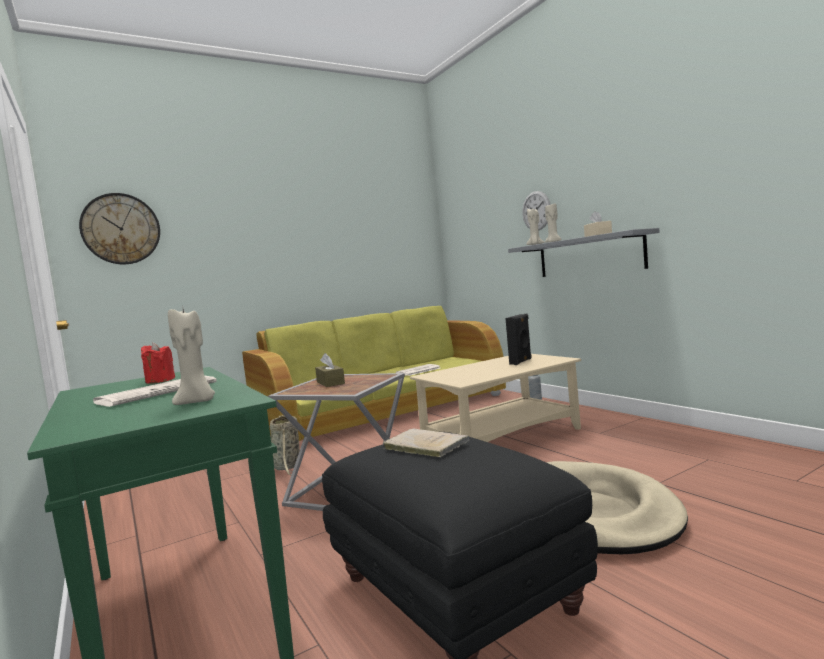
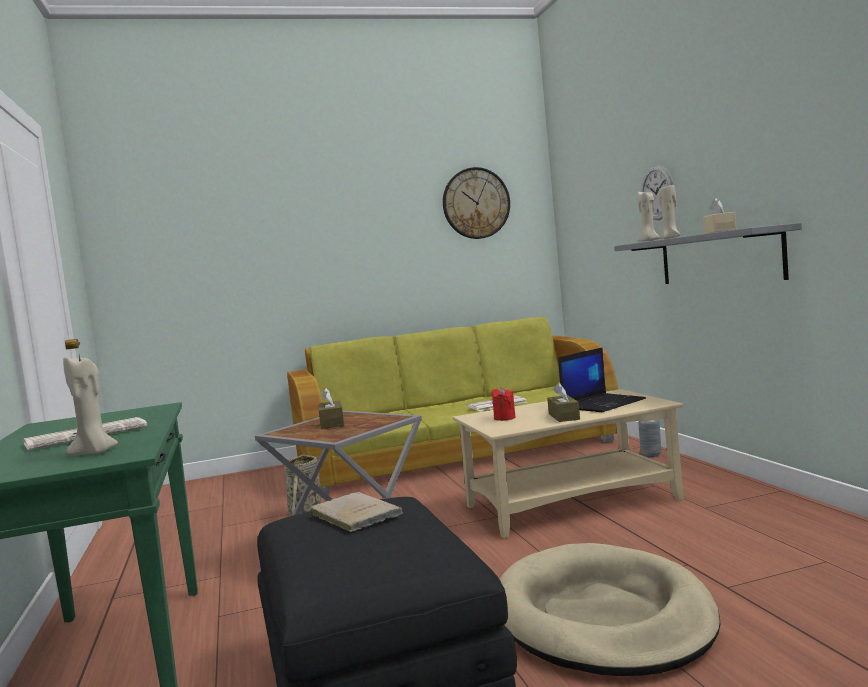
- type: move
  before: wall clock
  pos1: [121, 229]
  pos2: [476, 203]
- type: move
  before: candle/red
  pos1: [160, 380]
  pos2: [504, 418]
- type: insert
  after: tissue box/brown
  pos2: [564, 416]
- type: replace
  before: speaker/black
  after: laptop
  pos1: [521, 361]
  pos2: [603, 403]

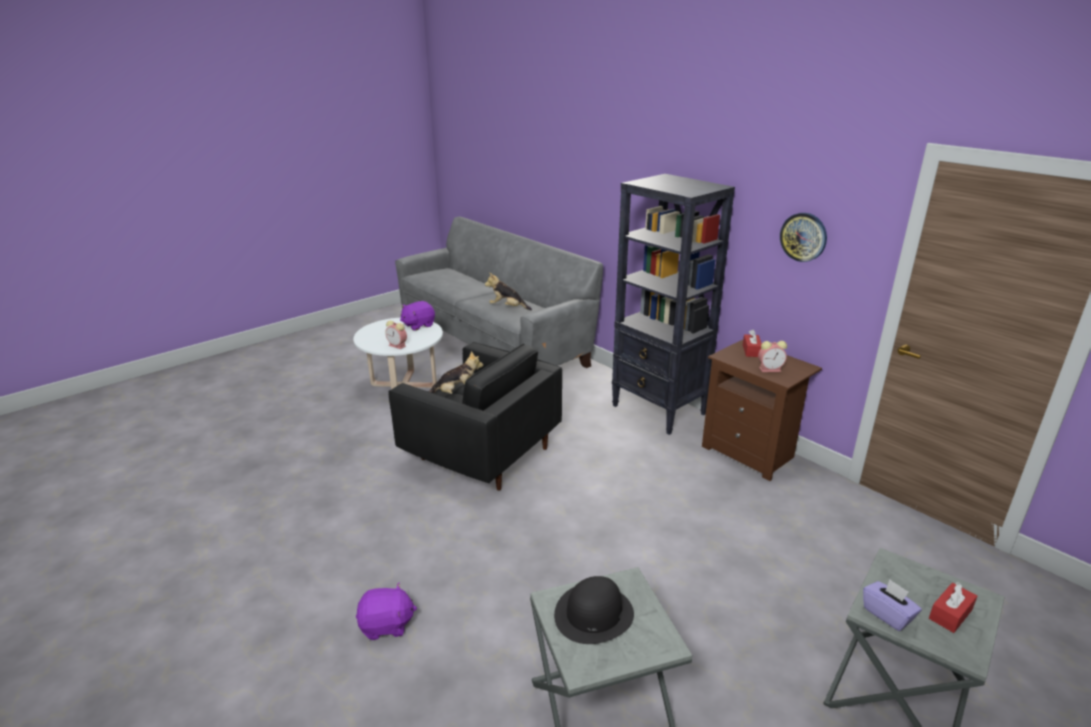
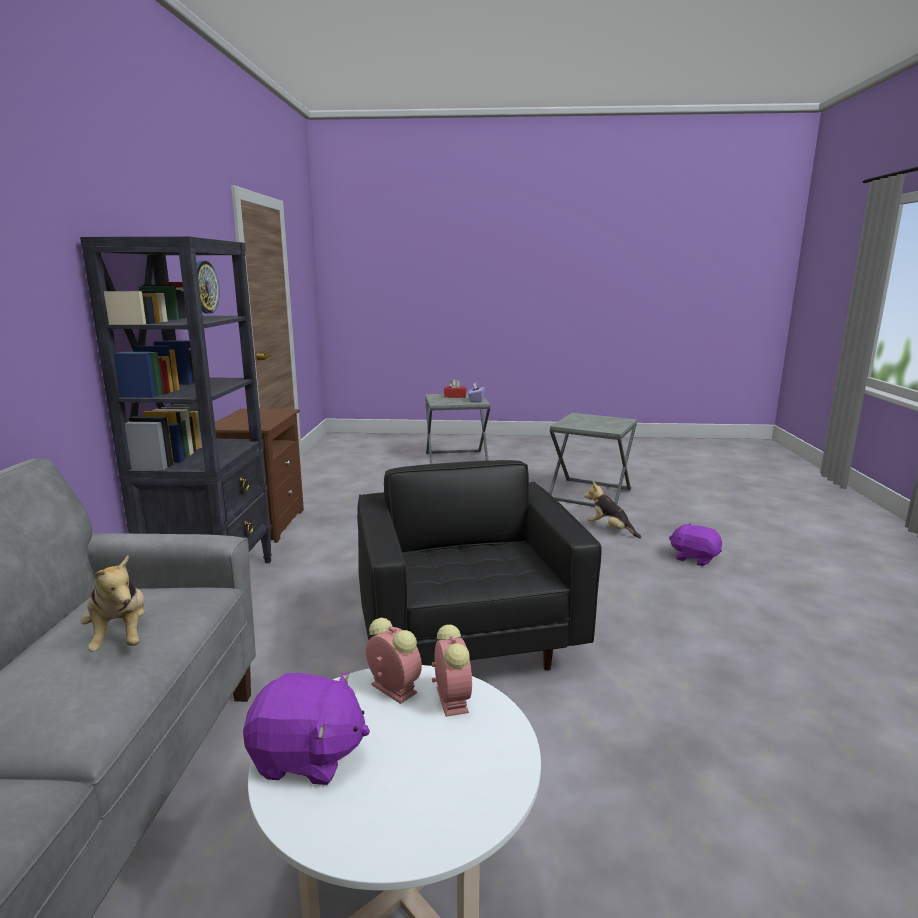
- type: move
  before: alarm clock
  pos1: [770, 369]
  pos2: [392, 688]
- type: move
  before: plush toy
  pos1: [457, 394]
  pos2: [610, 530]
- type: delete
  before: hat/black
  pos1: [594, 614]
- type: delete
  before: tissue box/red
  pos1: [751, 351]

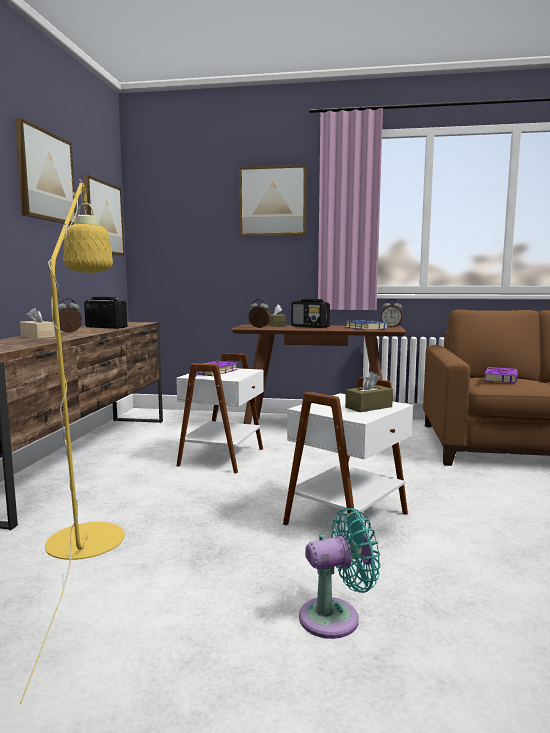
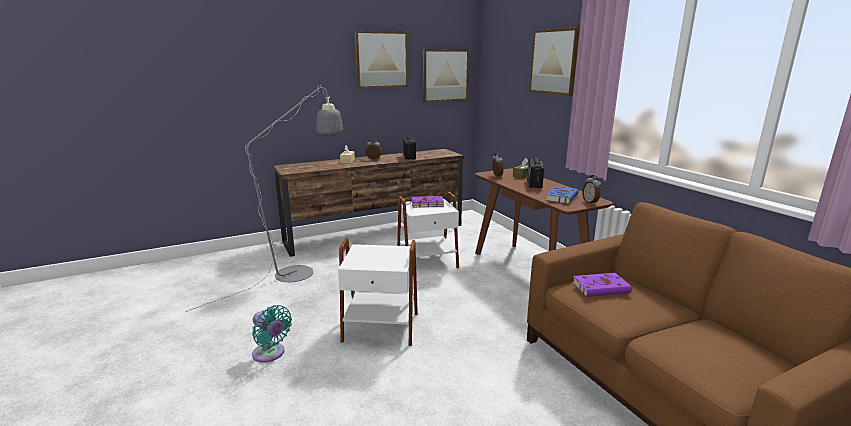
- type: recolor
  before: floor lamp/yellow
  after: floor lamp/grey
  pos1: [88, 530]
  pos2: [303, 270]
- type: delete
  before: tissue box/brown
  pos1: [368, 407]

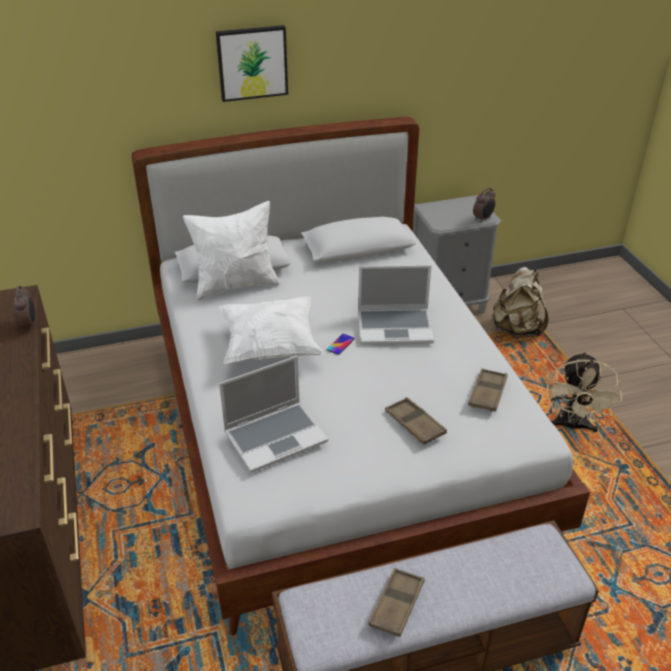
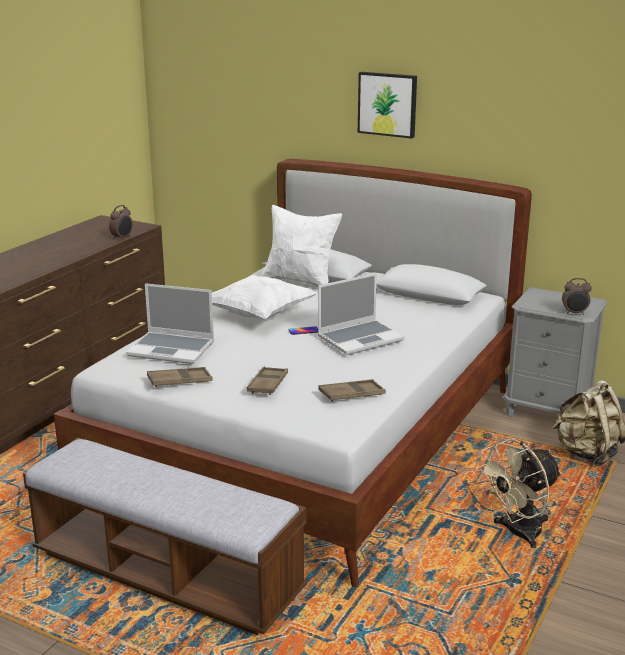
- type: move
  before: tray/brown
  pos1: [396, 605]
  pos2: [179, 381]
- type: rotate
  before: laptop
  pos1: [395, 327]
  pos2: [360, 338]
  turn: -75

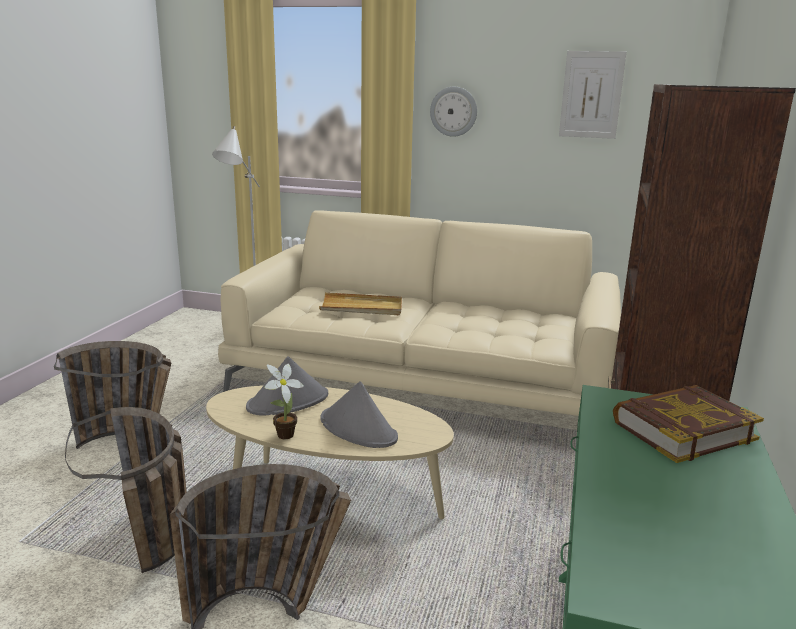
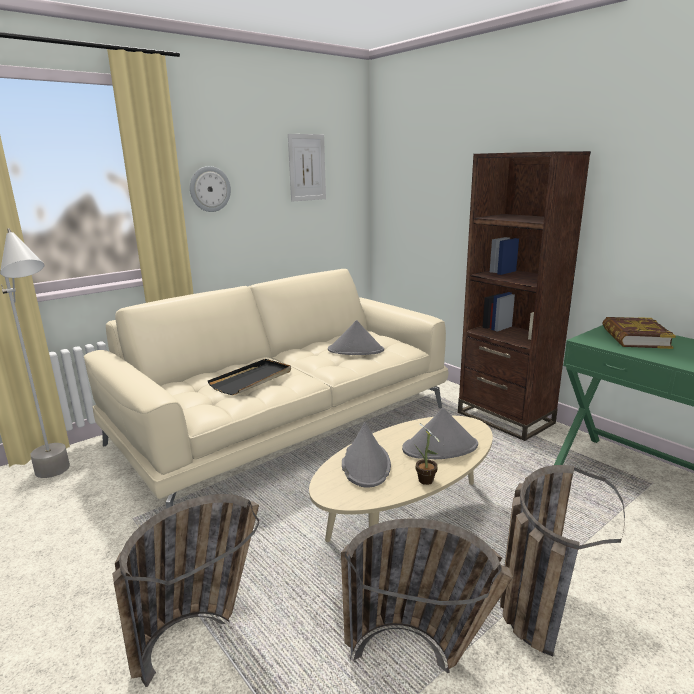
- type: recolor
  before: tray/beige
  after: tray/black
  pos1: [362, 307]
  pos2: [252, 379]
- type: insert
  after: hat/grey
  pos2: [356, 350]

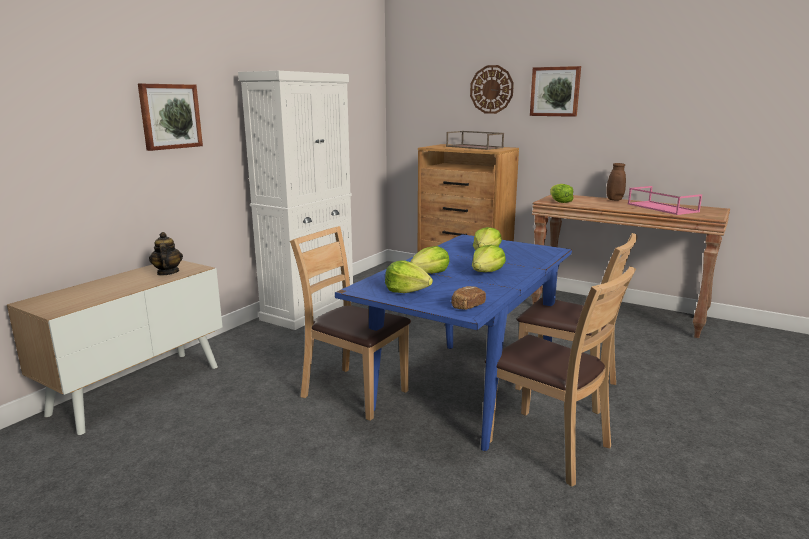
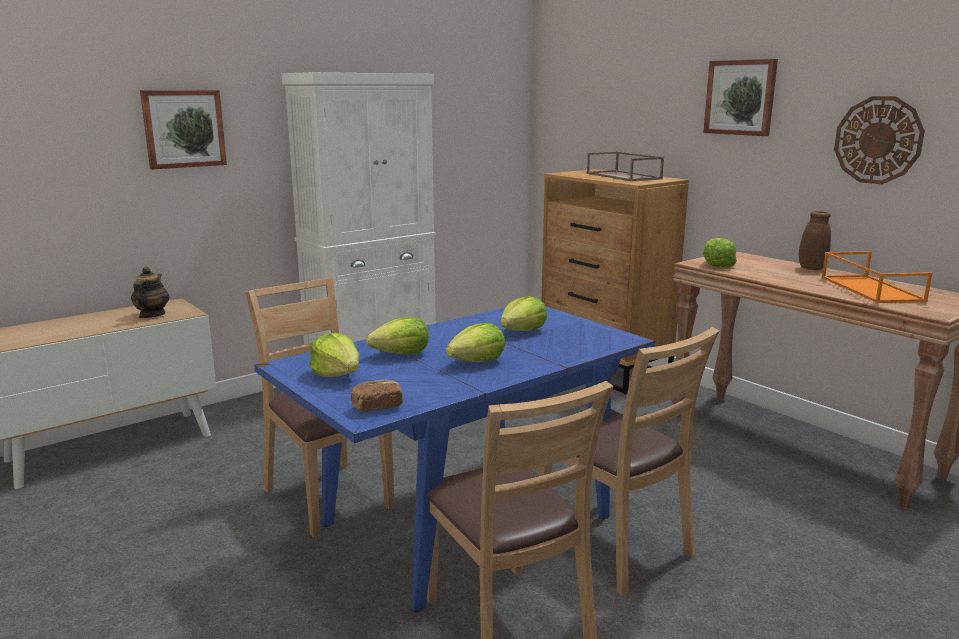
- type: recolor
  before: tray/pink
  after: tray/orange
  pos1: [661, 208]
  pos2: [869, 288]
- type: move
  before: wall clock
  pos1: [491, 89]
  pos2: [878, 140]

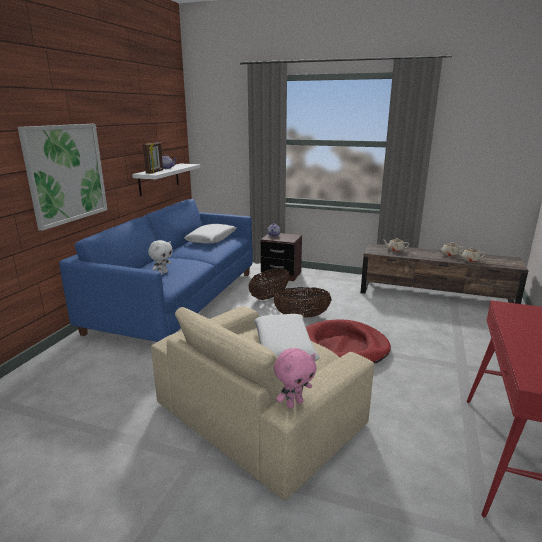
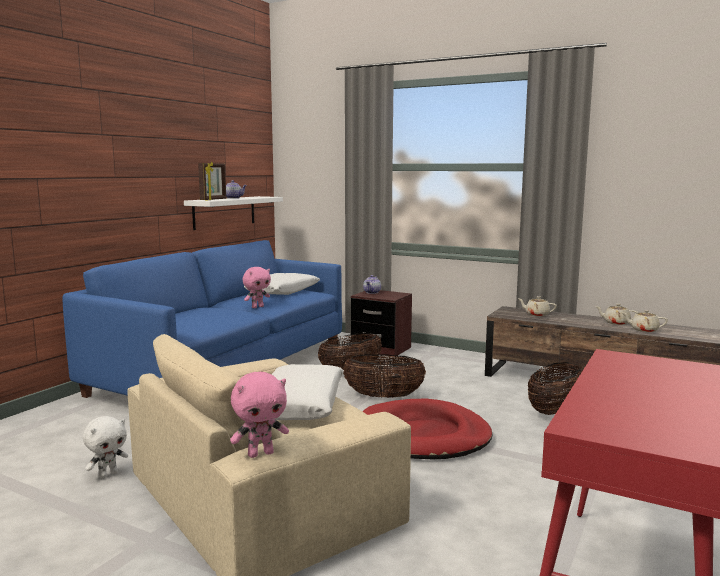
- type: move
  before: plush toy/white
  pos1: [162, 273]
  pos2: [108, 474]
- type: insert
  after: plush toy/pink
  pos2: [257, 307]
- type: insert
  after: basket
  pos2: [554, 410]
- type: delete
  before: picture
  pos1: [66, 173]

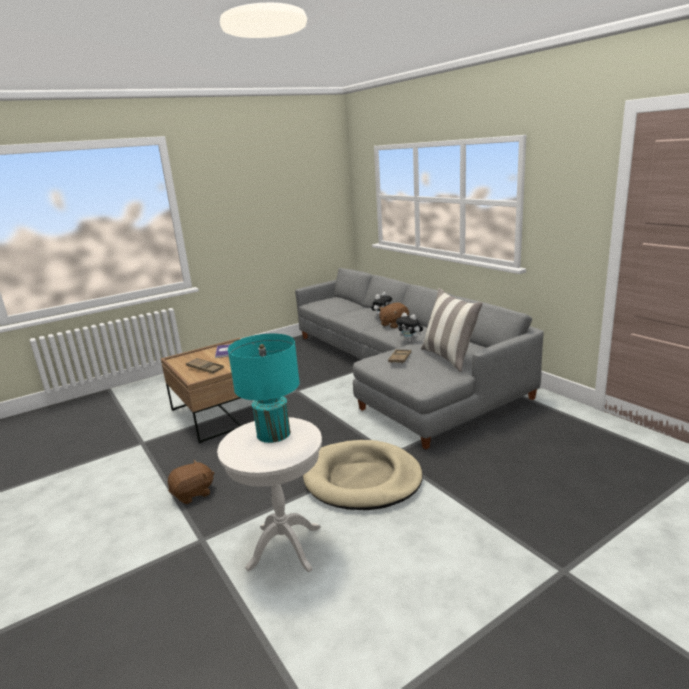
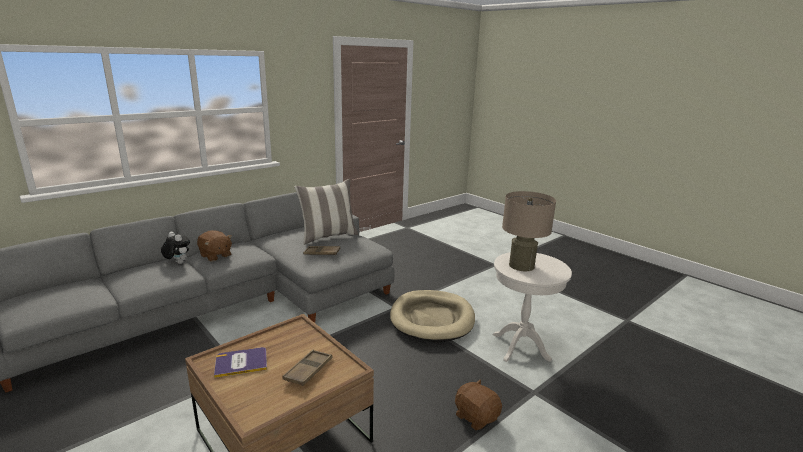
- type: recolor
  before: table lamp/turquoise
  after: table lamp/beige
  pos1: [273, 433]
  pos2: [521, 265]
- type: delete
  before: plush toy
  pos1: [410, 341]

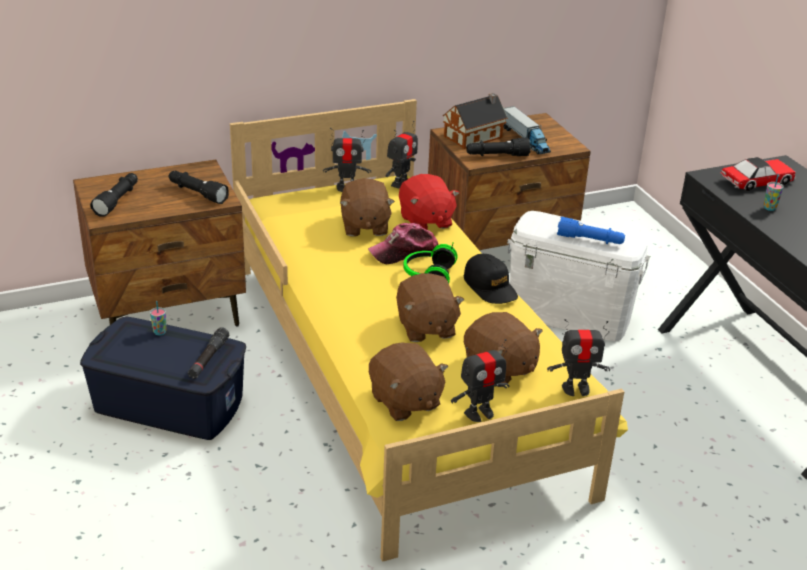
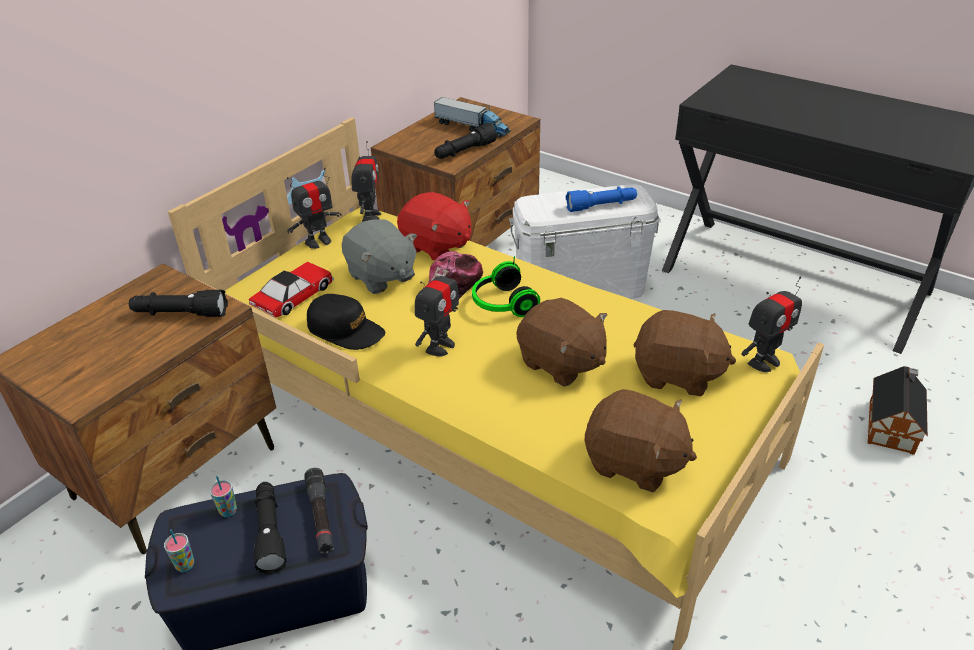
- type: move
  before: cup
  pos1: [769, 208]
  pos2: [185, 565]
- type: move
  before: toy car
  pos1: [757, 181]
  pos2: [294, 296]
- type: move
  before: flashlight/black
  pos1: [118, 200]
  pos2: [270, 532]
- type: move
  before: cap/black
  pos1: [490, 287]
  pos2: [346, 330]
- type: recolor
  before: plush toy/brown
  after: plush toy/grey
  pos1: [364, 226]
  pos2: [381, 276]
- type: move
  before: toy robot
  pos1: [479, 413]
  pos2: [440, 346]
- type: move
  before: toy house
  pos1: [475, 136]
  pos2: [892, 425]

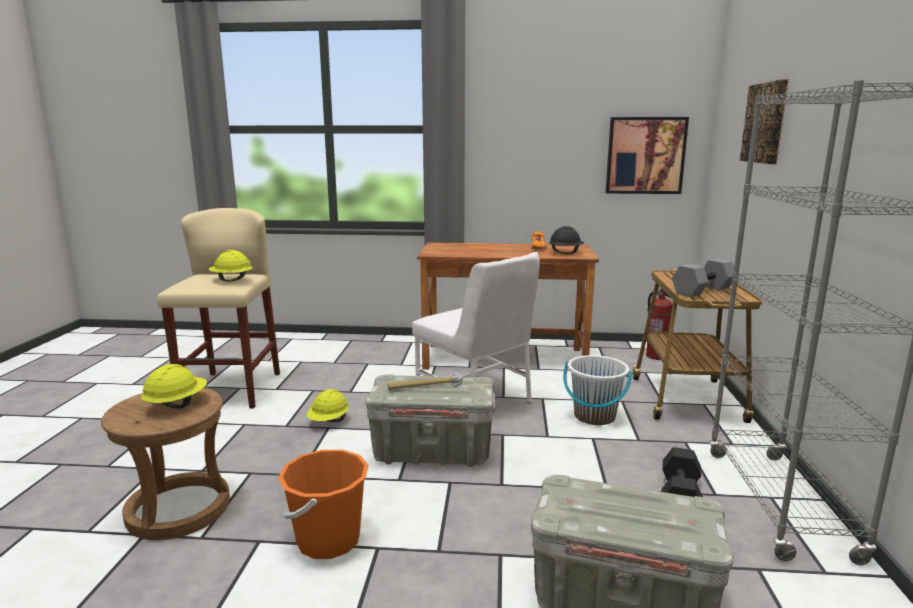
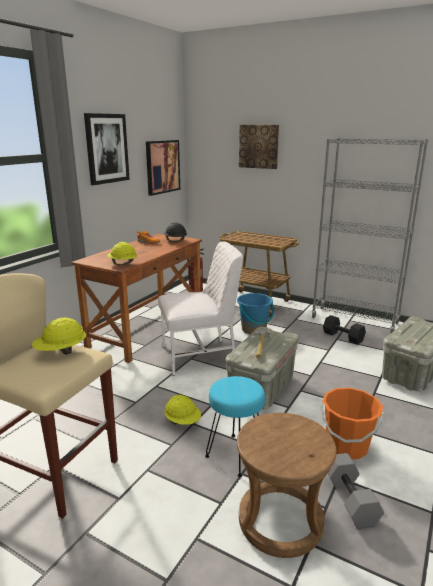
- type: insert
  after: picture
  pos2: [106, 148]
- type: move
  before: hard hat/yellow
  pos1: [176, 405]
  pos2: [122, 264]
- type: insert
  after: stool/turquoise
  pos2: [235, 454]
- type: recolor
  before: bucket/white
  after: bucket/blue
  pos1: [594, 416]
  pos2: [254, 329]
- type: move
  before: dumbbell/grey
  pos1: [703, 291]
  pos2: [351, 500]

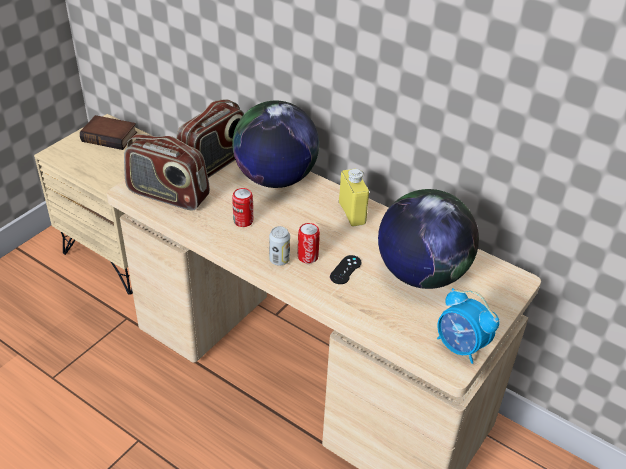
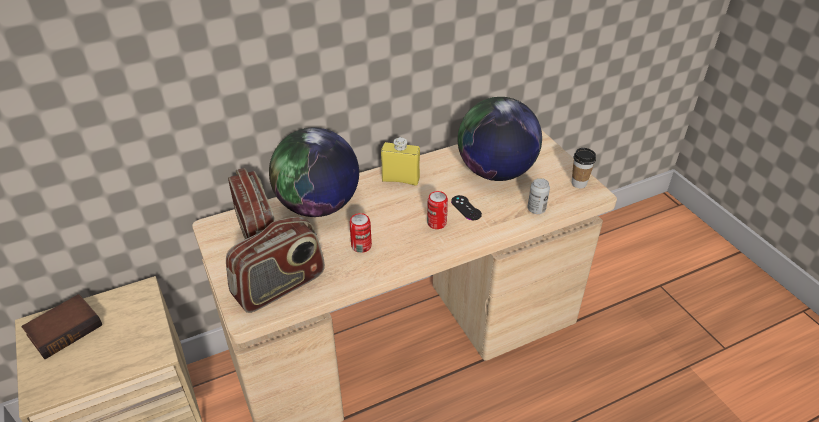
- type: move
  before: can
  pos1: [279, 260]
  pos2: [536, 209]
- type: replace
  before: alarm clock
  after: cup
  pos1: [460, 347]
  pos2: [579, 183]

